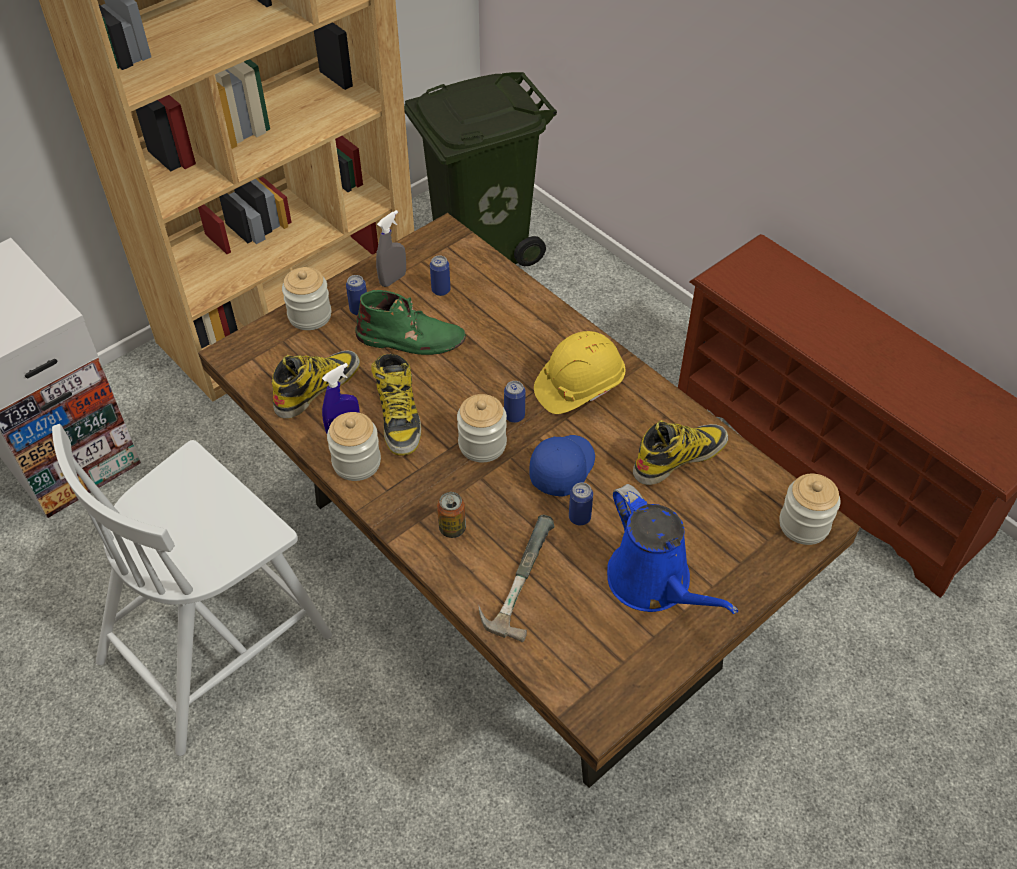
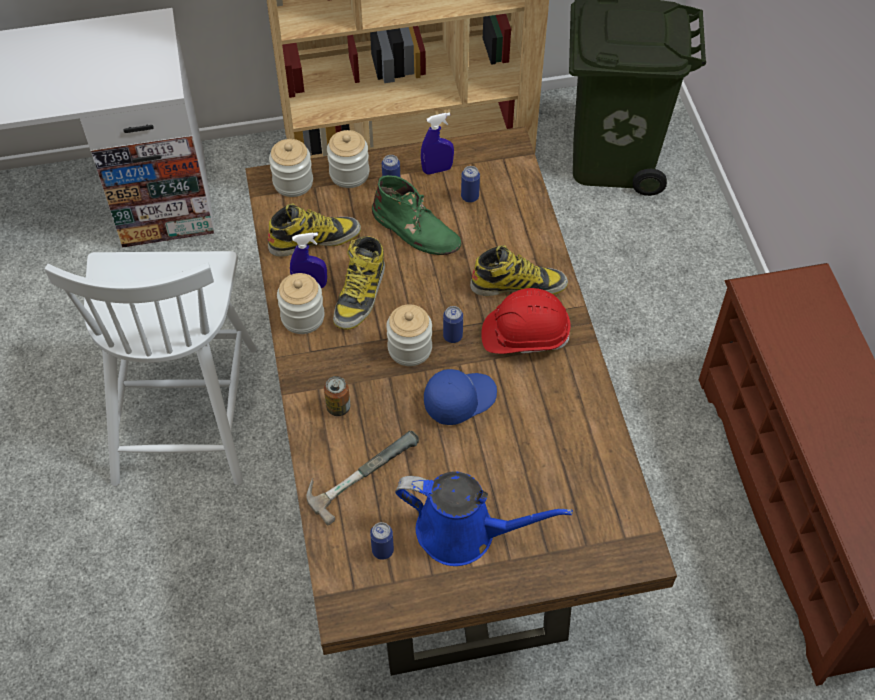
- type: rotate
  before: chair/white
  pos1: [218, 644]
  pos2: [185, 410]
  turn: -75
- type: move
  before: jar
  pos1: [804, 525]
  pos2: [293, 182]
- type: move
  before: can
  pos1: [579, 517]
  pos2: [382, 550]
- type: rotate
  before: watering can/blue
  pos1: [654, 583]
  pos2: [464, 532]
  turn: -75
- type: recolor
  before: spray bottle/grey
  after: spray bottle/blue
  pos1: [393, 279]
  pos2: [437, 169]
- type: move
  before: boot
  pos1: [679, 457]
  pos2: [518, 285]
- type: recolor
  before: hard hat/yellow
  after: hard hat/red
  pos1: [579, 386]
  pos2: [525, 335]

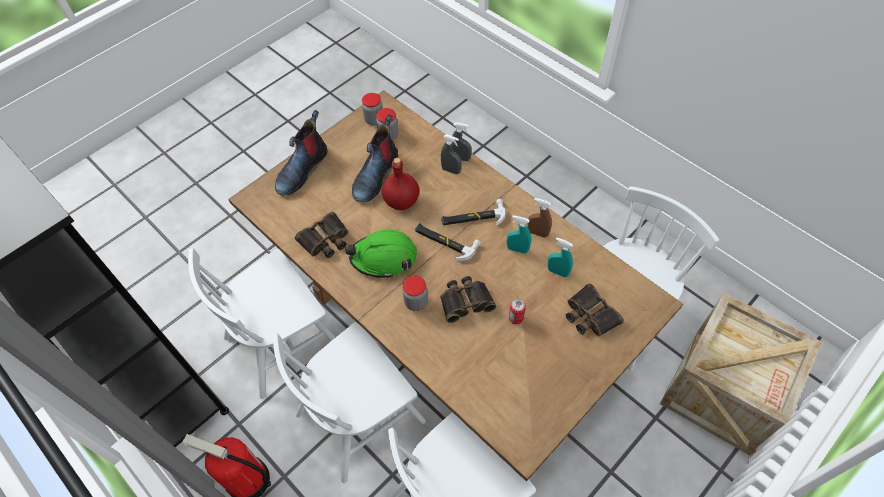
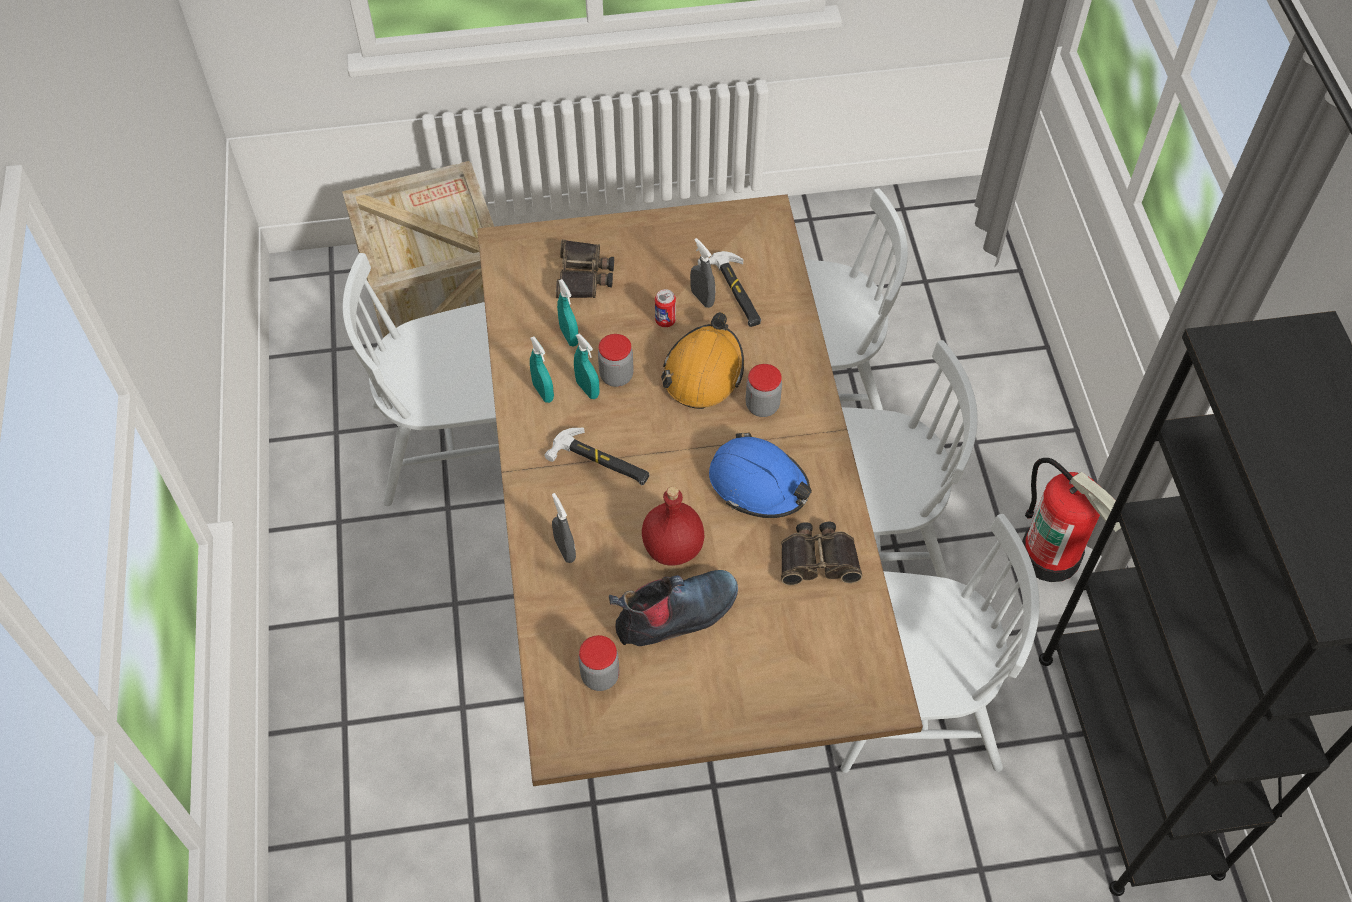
- type: recolor
  before: spray bottle/brown
  after: spray bottle/turquoise
  pos1: [537, 233]
  pos2: [543, 392]
- type: move
  before: jar
  pos1: [374, 120]
  pos2: [616, 376]
- type: replace
  before: binoculars
  after: hard hat/orange
  pos1: [465, 301]
  pos2: [703, 371]
- type: move
  before: spray bottle/grey
  pos1: [460, 158]
  pos2: [702, 298]
- type: move
  before: hammer
  pos1: [445, 241]
  pos2: [734, 292]
- type: recolor
  before: hard hat/green
  after: hard hat/blue
  pos1: [384, 257]
  pos2: [758, 484]
- type: delete
  before: boot
  pos1: [302, 169]

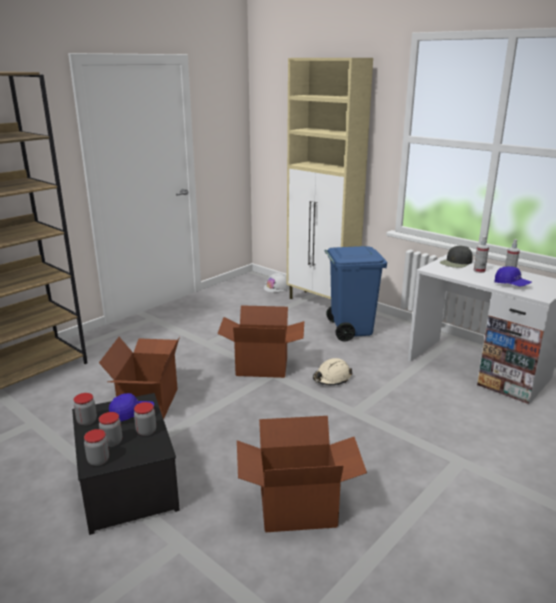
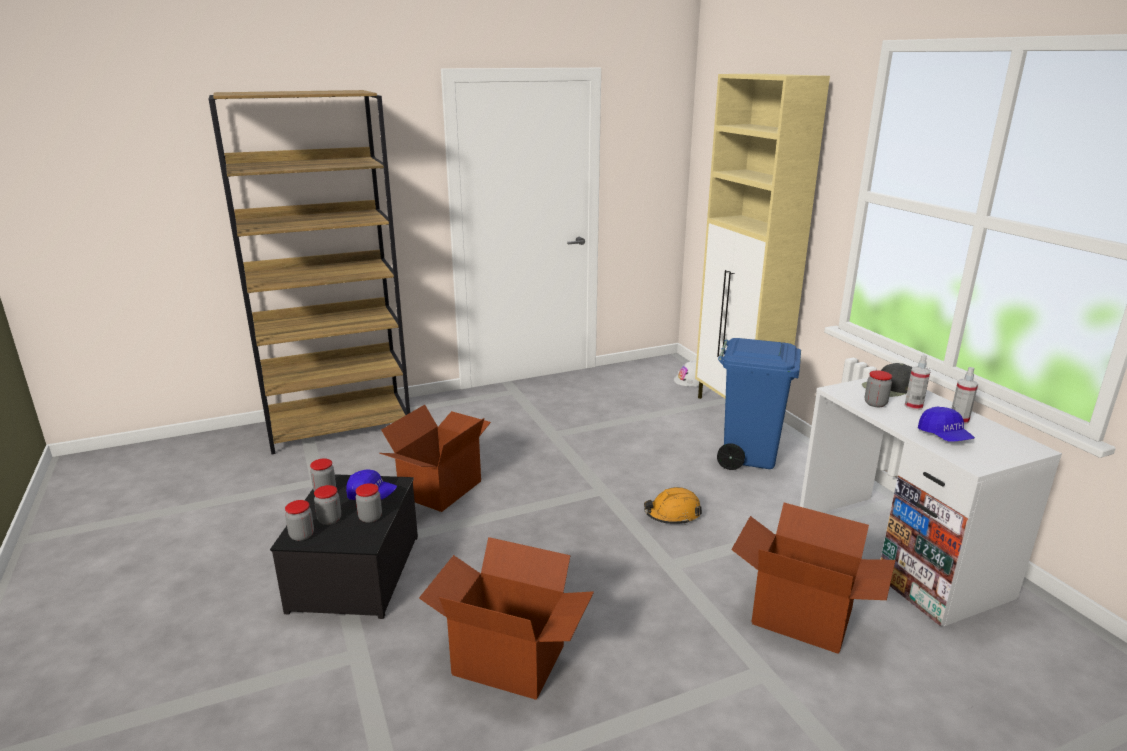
- type: recolor
  before: hard hat/beige
  after: hard hat/orange
  pos1: [331, 378]
  pos2: [672, 514]
- type: move
  before: cardboard box
  pos1: [262, 366]
  pos2: [802, 616]
- type: insert
  after: jar
  pos2: [875, 403]

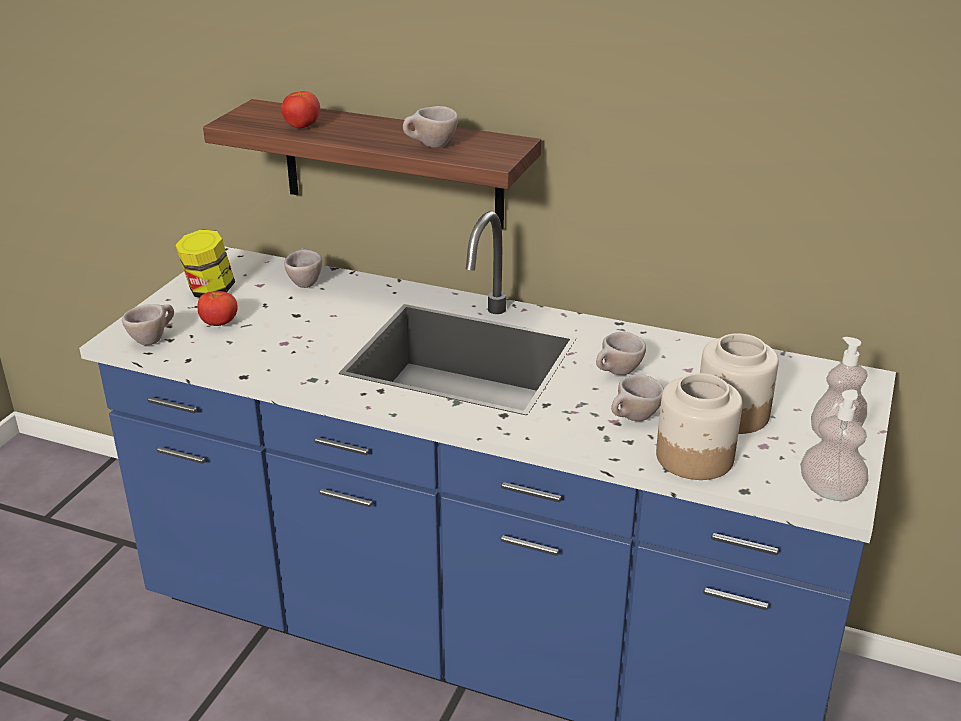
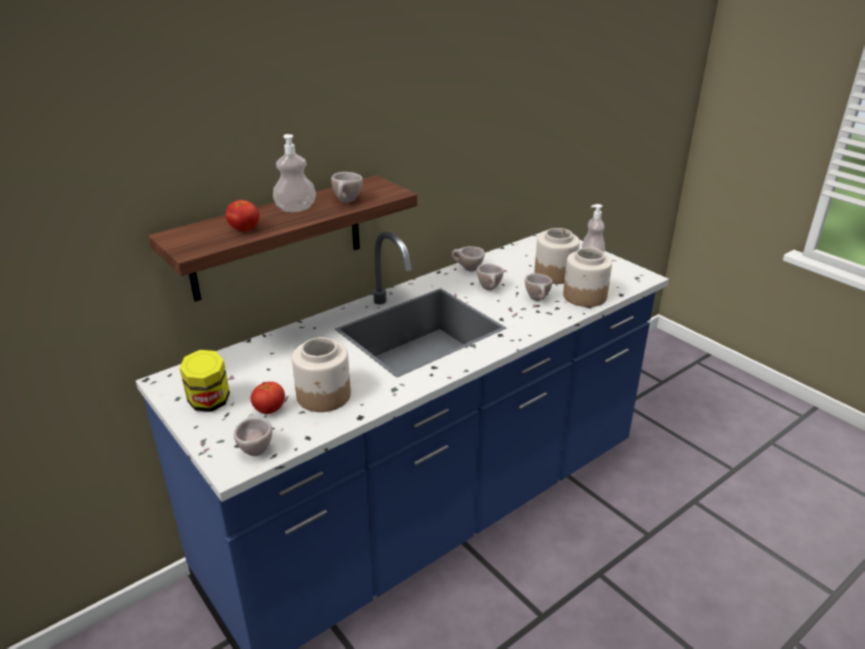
- type: move
  before: soap dispenser
  pos1: [829, 491]
  pos2: [296, 209]
- type: insert
  after: jar
  pos2: [324, 396]
- type: move
  before: cup/beige
  pos1: [304, 282]
  pos2: [467, 269]

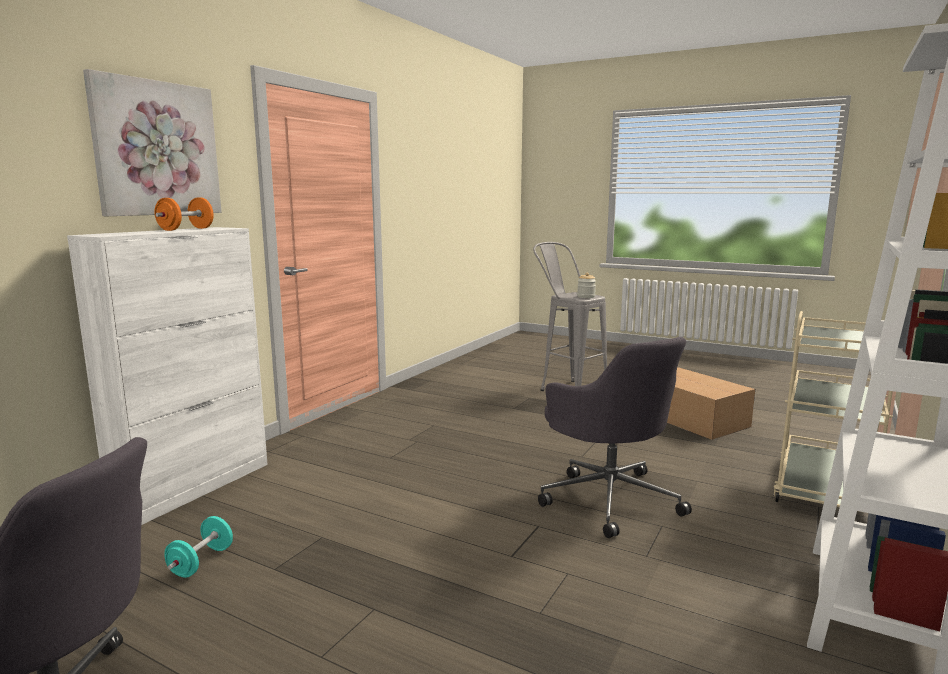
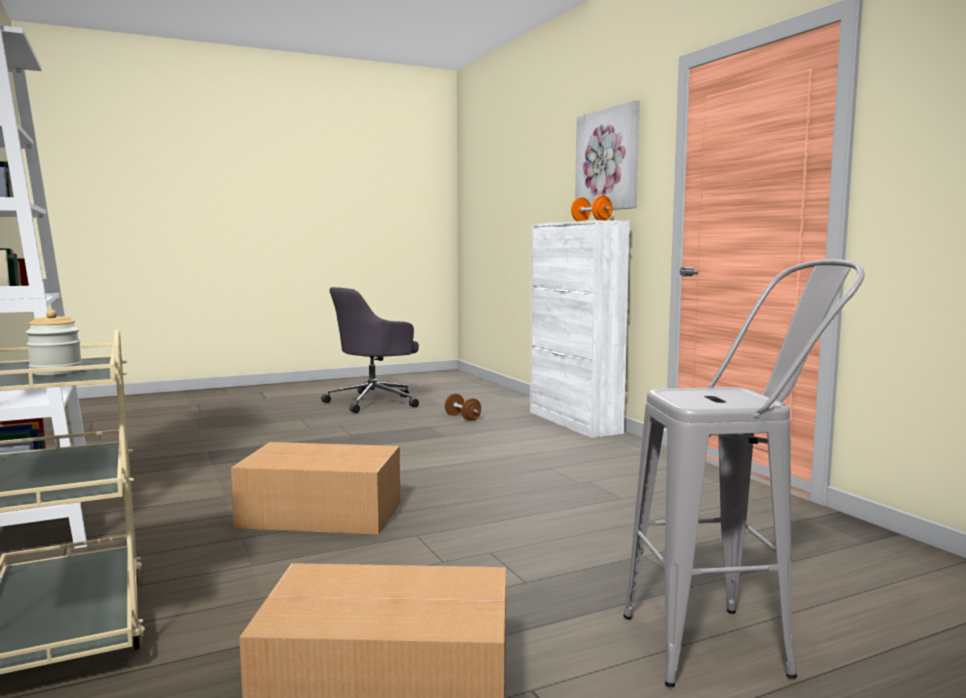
- type: move
  before: jar
  pos1: [586, 297]
  pos2: [56, 372]
- type: replace
  before: office chair/grey
  after: cardboard box
  pos1: [609, 498]
  pos2: [319, 513]
- type: recolor
  before: dumbbell/turquoise
  after: dumbbell/brown
  pos1: [201, 562]
  pos2: [462, 418]

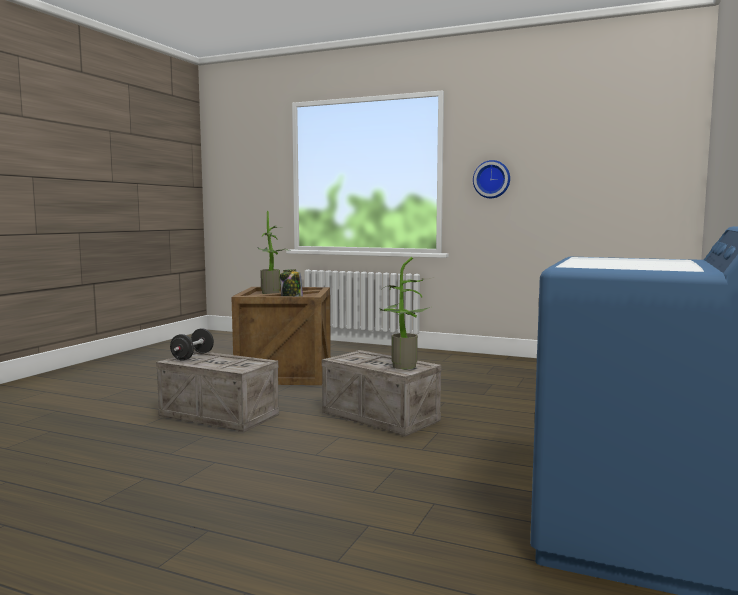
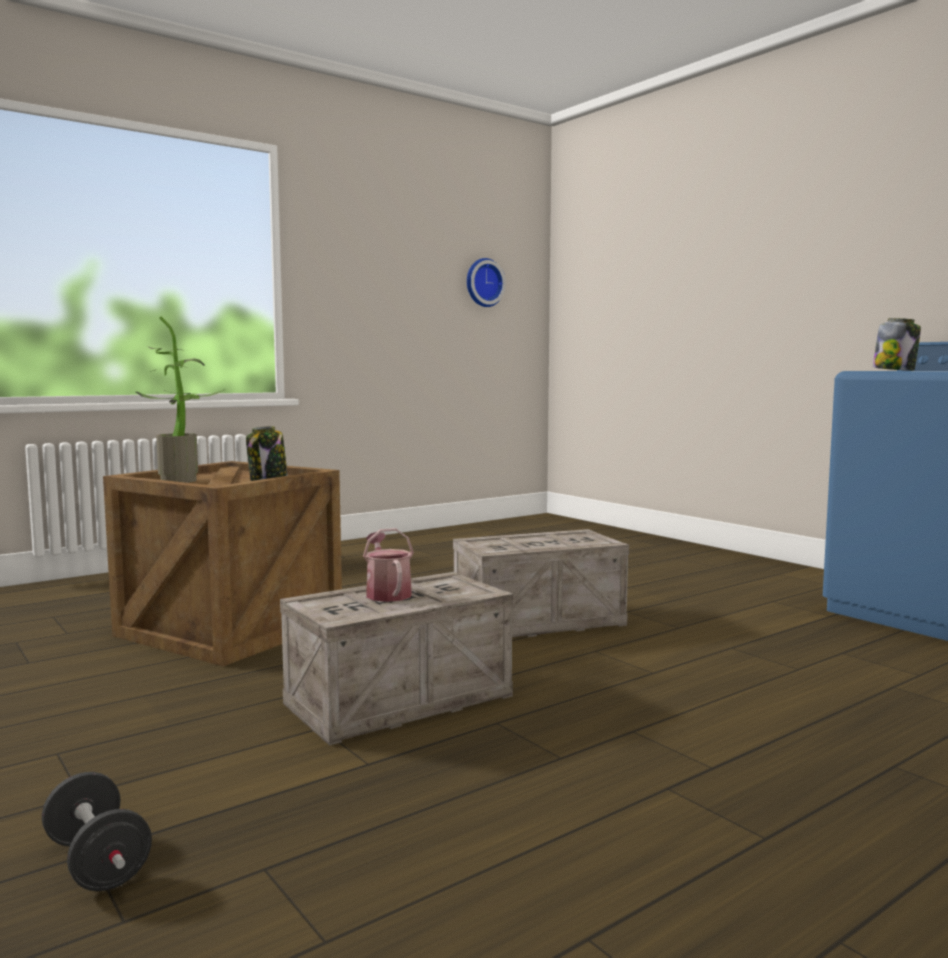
- type: move
  before: dumbbell/black
  pos1: [192, 356]
  pos2: [97, 863]
- type: insert
  after: watering can
  pos2: [387, 593]
- type: move
  before: wall clock
  pos1: [492, 179]
  pos2: [483, 283]
- type: insert
  after: jar
  pos2: [894, 370]
- type: delete
  before: potted plant
  pos1: [403, 367]

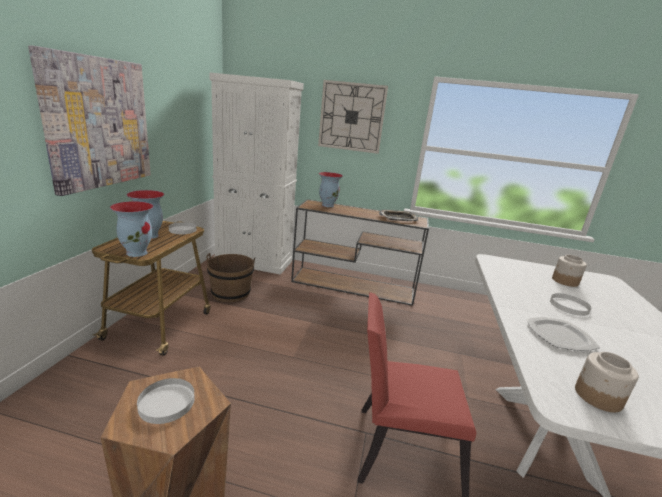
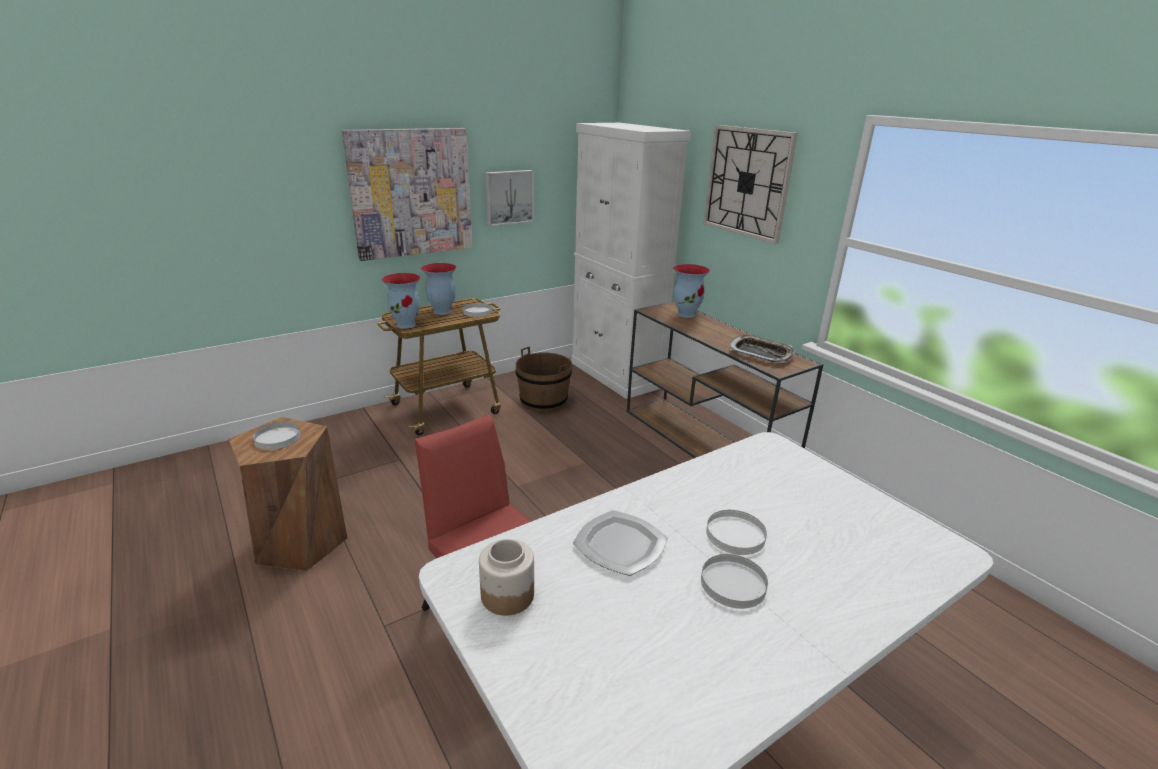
- type: insert
  after: picture
  pos2: [508, 197]
- type: insert
  after: plate/white
  pos2: [732, 584]
- type: delete
  before: jar
  pos1: [564, 281]

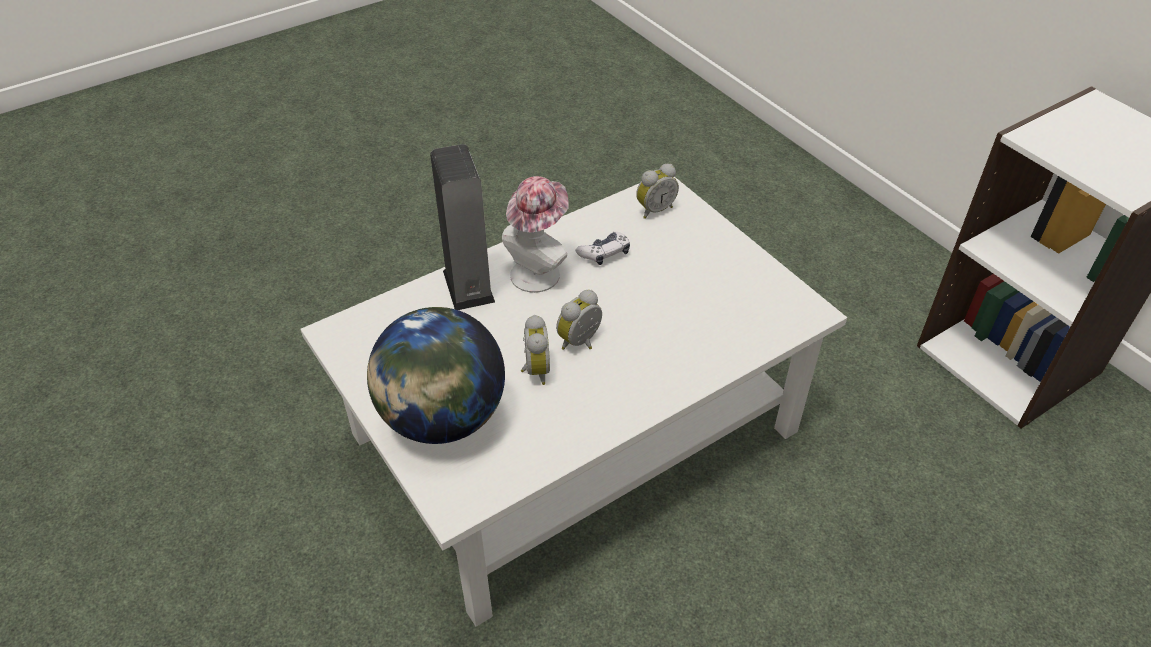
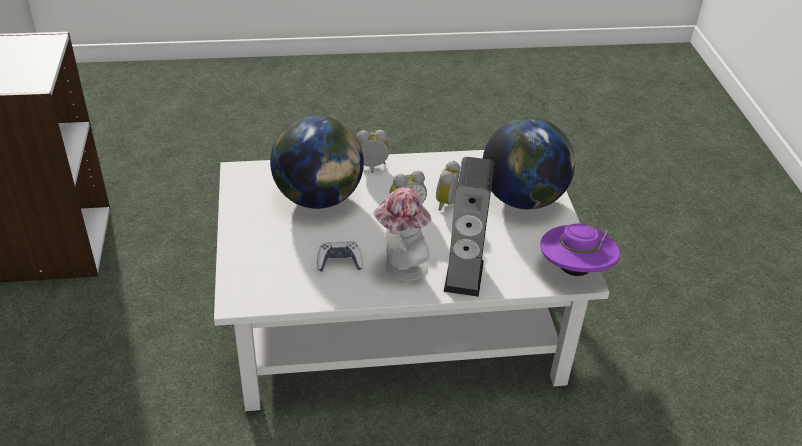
- type: insert
  after: globe
  pos2: [319, 198]
- type: move
  before: alarm clock
  pos1: [654, 209]
  pos2: [371, 167]
- type: insert
  after: hat/purple
  pos2: [575, 270]

